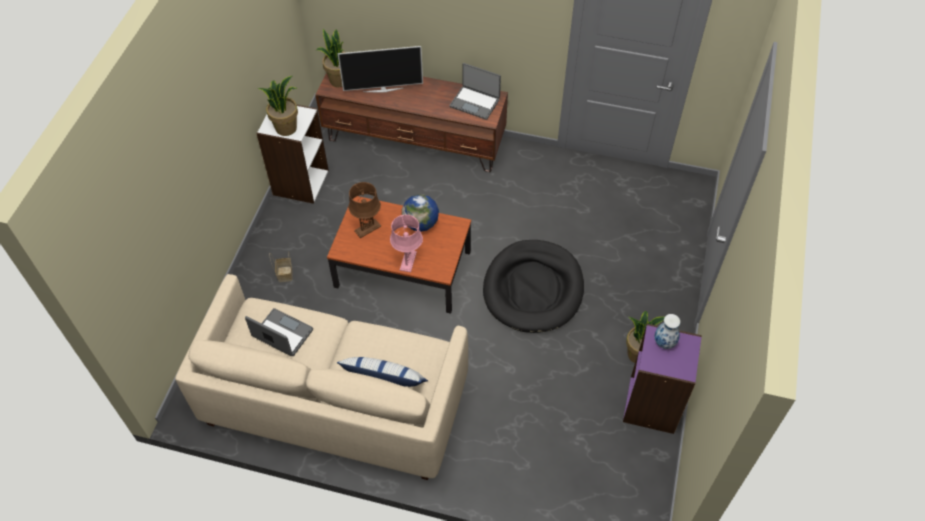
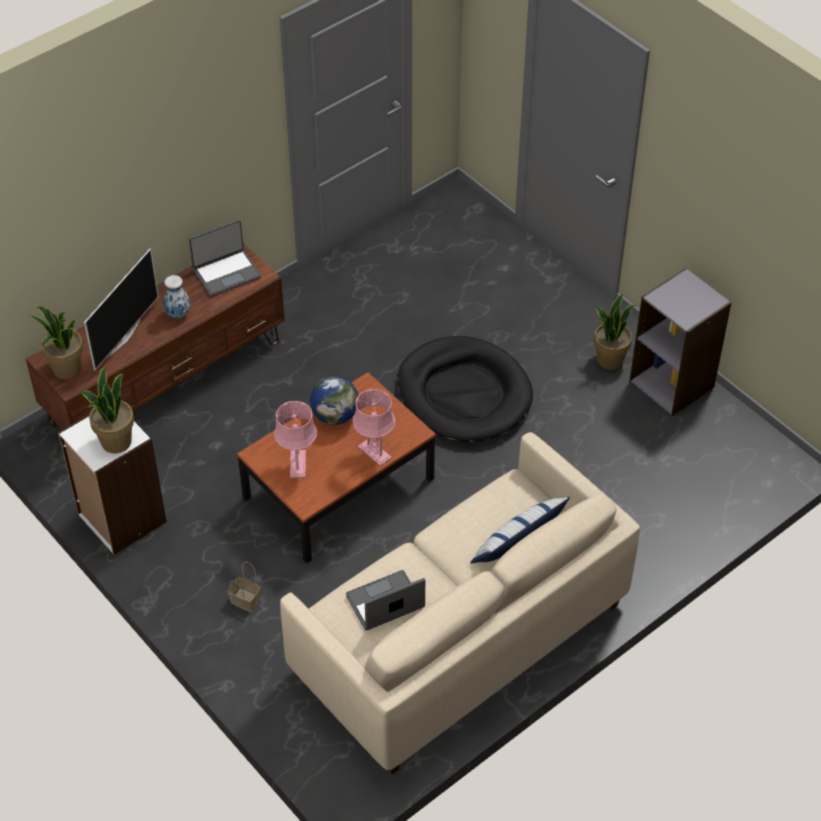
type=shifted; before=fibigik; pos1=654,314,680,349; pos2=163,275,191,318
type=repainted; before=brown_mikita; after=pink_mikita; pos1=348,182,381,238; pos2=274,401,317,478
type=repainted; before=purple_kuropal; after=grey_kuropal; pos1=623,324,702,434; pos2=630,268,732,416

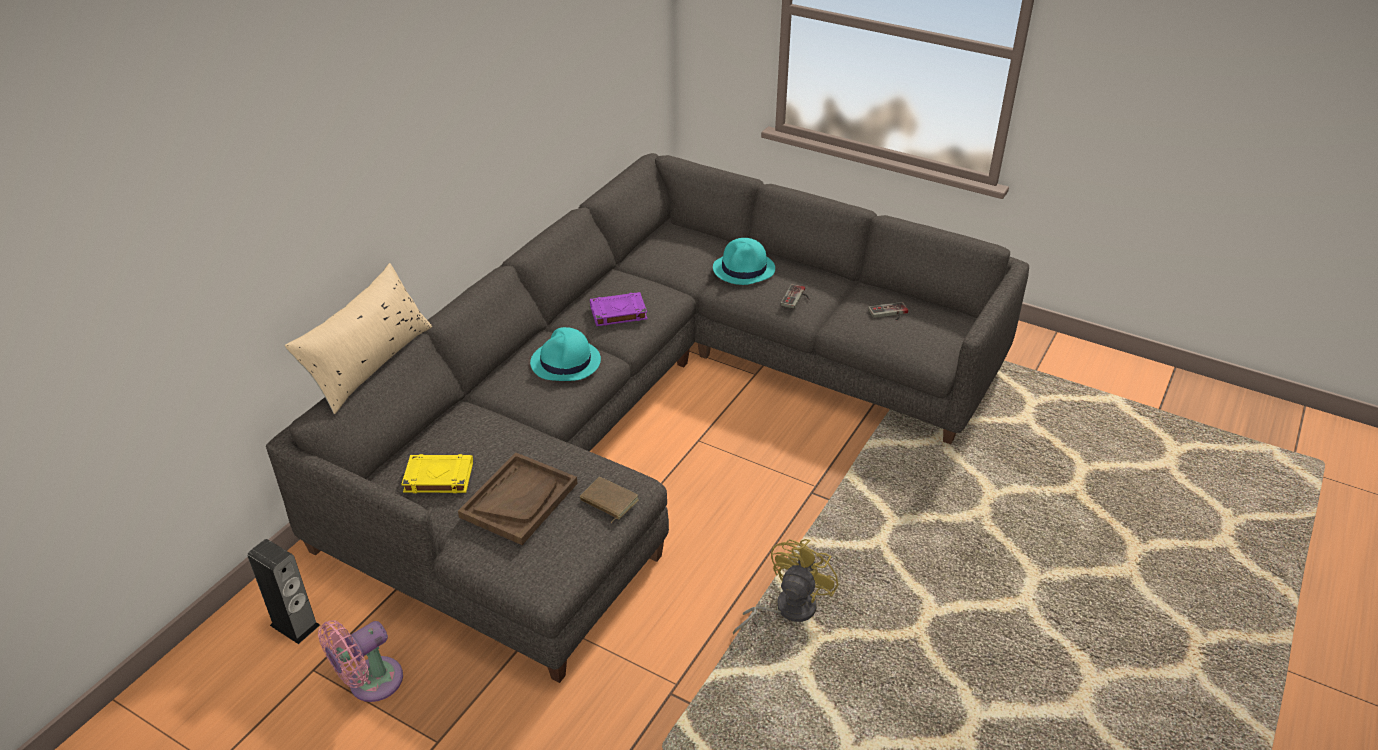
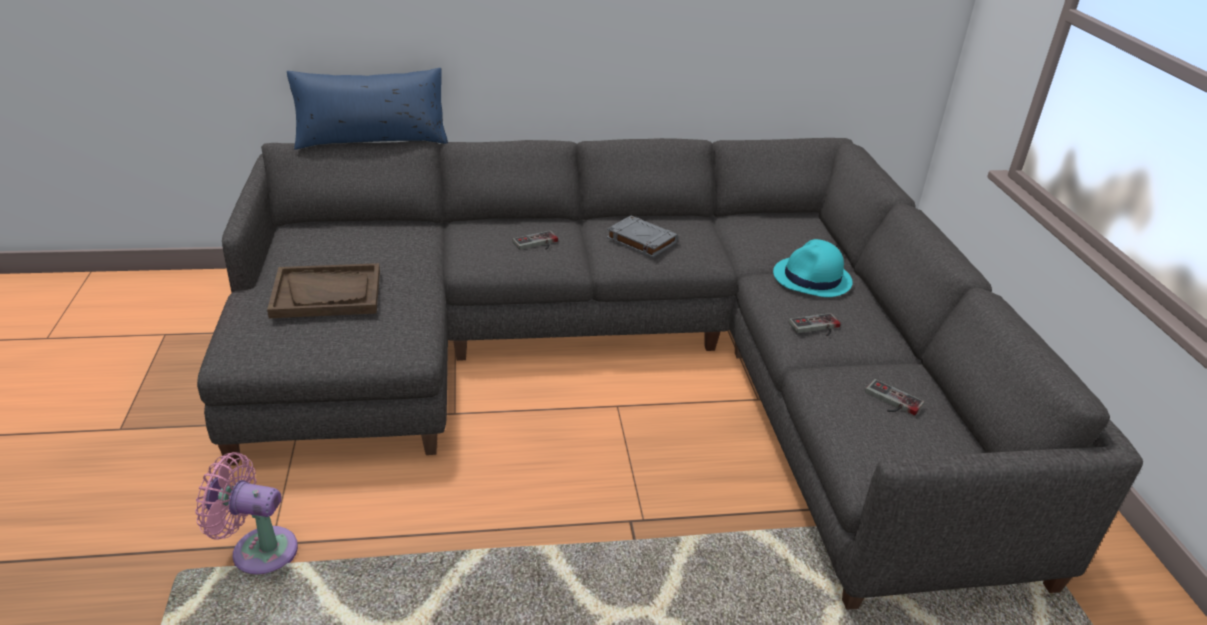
type=shifted; before=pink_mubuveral; pos1=318,620,403,702; pos2=195,452,298,574
type=repainted; before=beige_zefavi; after=blue_zefavi; pos1=285,263,432,414; pos2=287,68,448,150
type=swapped; before=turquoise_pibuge; after=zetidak; pos1=530,327,601,381; pos2=512,231,558,250
type=repainted; before=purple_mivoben; after=grey_mivoben; pos1=590,292,647,326; pos2=606,216,678,258
type=gone; before=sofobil; pos1=247,539,320,644
type=gone; before=yellow_mivoben; pos1=401,454,473,493
type=gone; before=brown_mivoben; pos1=580,477,639,523
type=gone; before=yellow_mubuveral; pos1=733,539,839,635

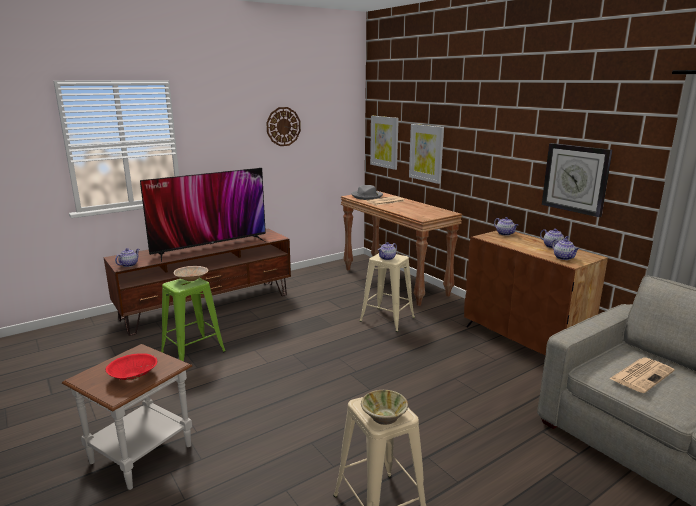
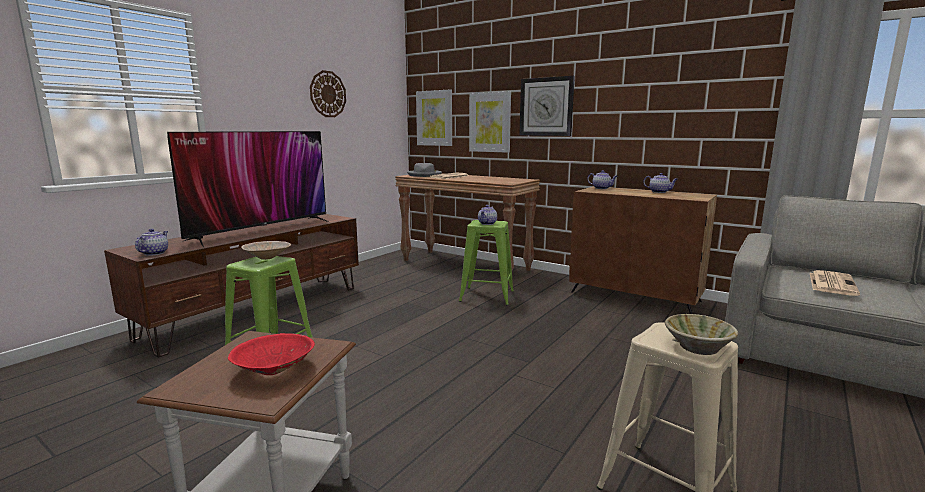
type=repainted; before=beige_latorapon; after=green_latorapon; pos1=360,253,415,332; pos2=459,220,514,306
type=shifted; before=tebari; pos1=542,143,612,217; pos2=519,76,575,136
type=gone; before=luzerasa; pos1=552,239,579,260

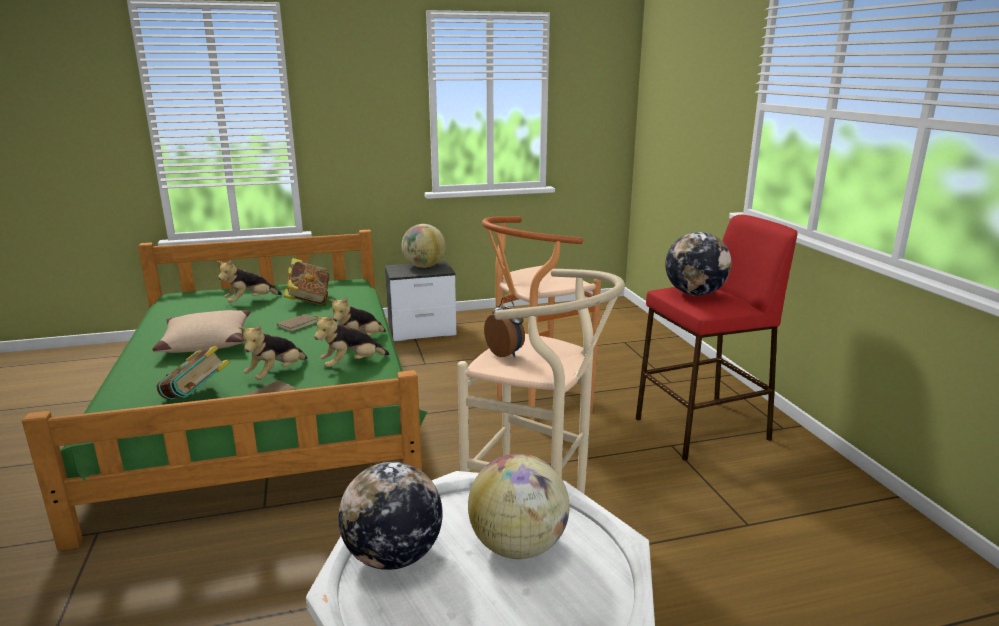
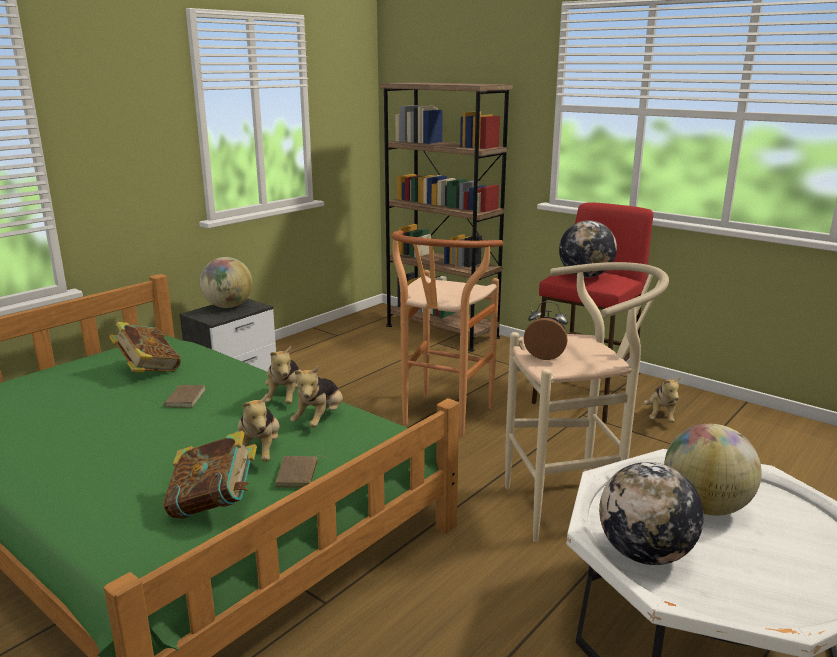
type=new; after=brown_kuropal; pos2=380,82,513,352
type=shifted; before=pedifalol; pos1=217,260,282,303; pos2=643,376,681,423
type=gone; before=beige_zefavi; pos1=152,310,251,353

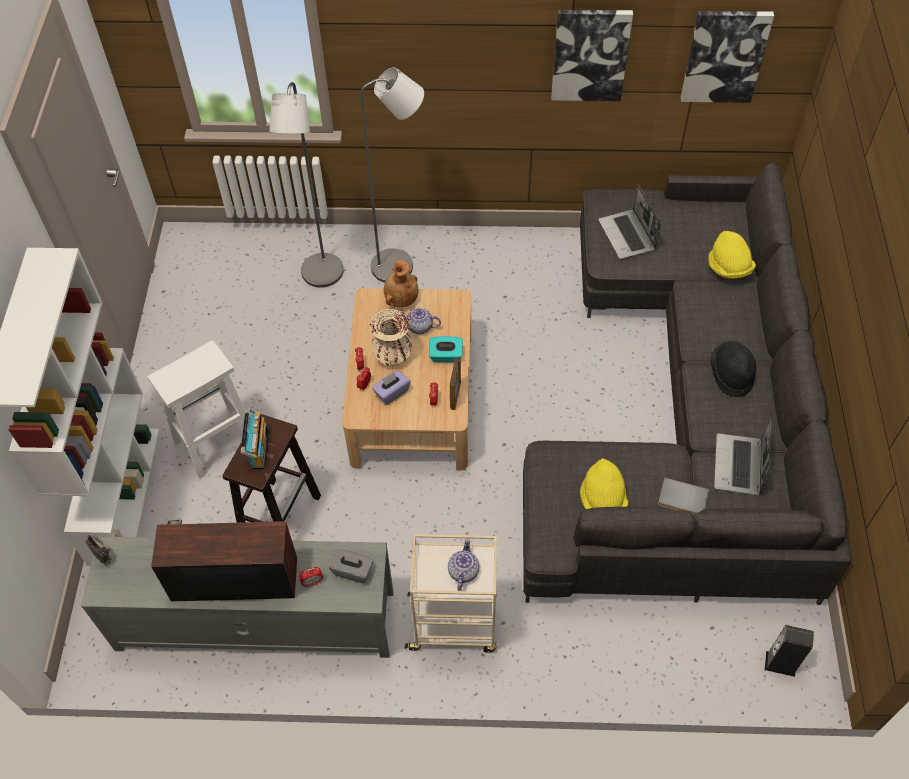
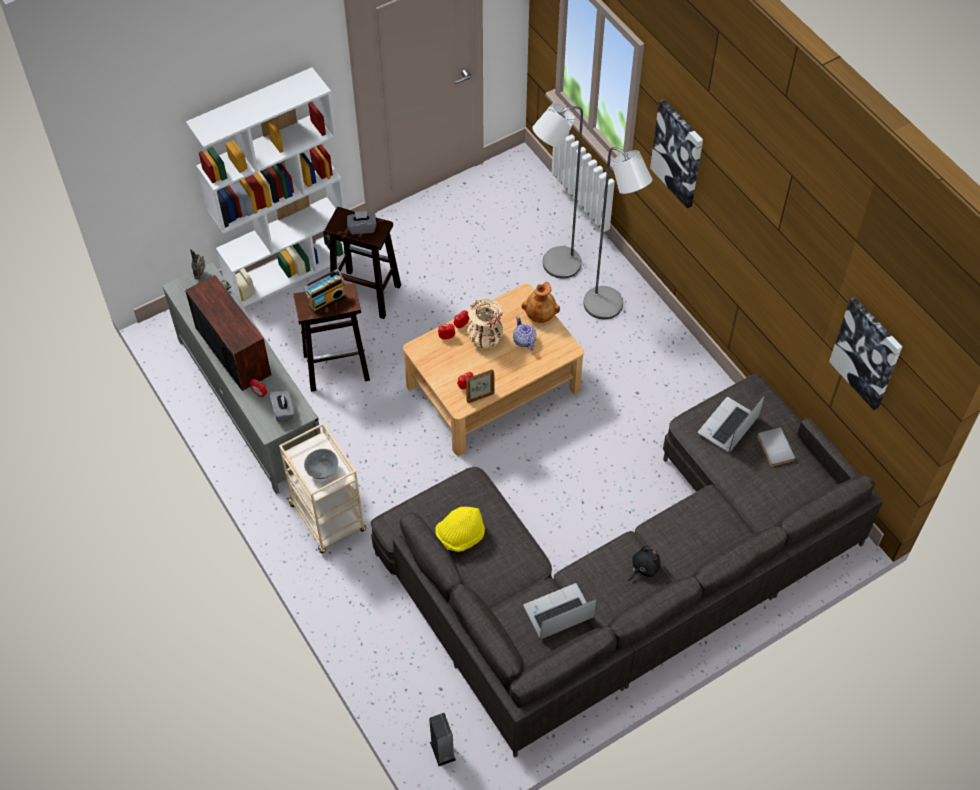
type=swapped; before=luzerasa; after=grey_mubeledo; pos1=448,538,479,591; pos2=304,449,338,479
type=repainted; before=white_latorapon; after=brown_latorapon; pos1=147,340,249,479; pos2=324,207,401,319
type=new; after=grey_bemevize; pos2=347,211,376,234
type=swapped; before=black_pibuge; after=black_pedifalol; pos1=710,341,756,397; pos2=628,545,661,581
type=shifted; before=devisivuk; pos1=551,10,633,101; pos2=650,99,703,208
type=shifted; before=grey_mivoben; pos1=658,477,709,515; pos2=757,427,796,467
type=gone; before=purple_bemevize; pos1=372,370,411,405
type=gone; before=turquoise_bemevize; pos1=429,336,463,362
type=gone; before=yellow_pibuge; pos1=708,231,756,279

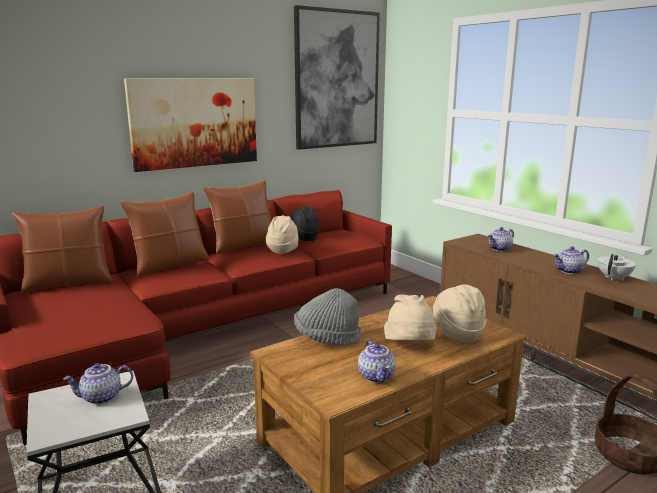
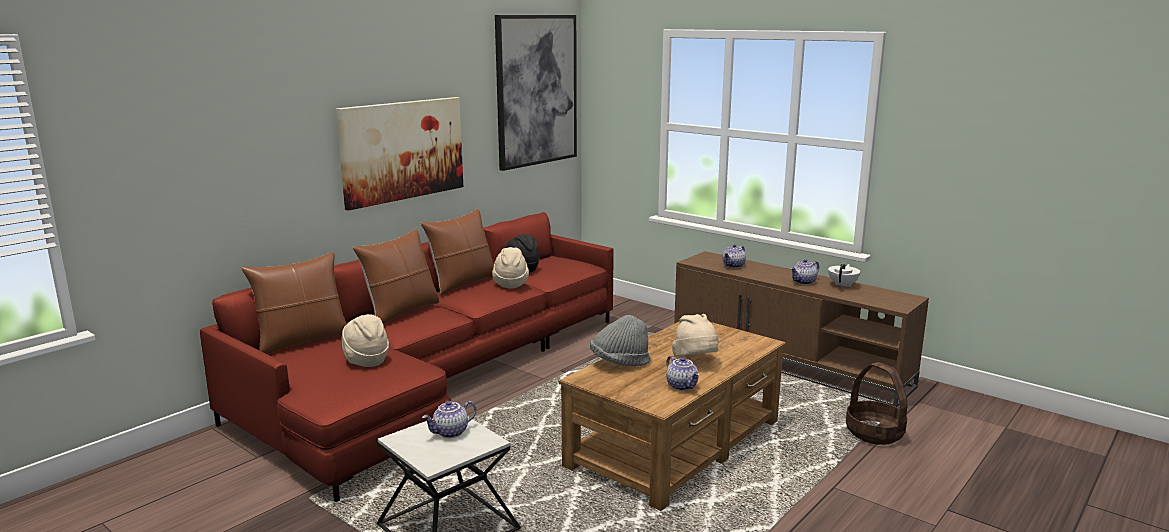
type=shifted; before=beige_pibuge; pos1=433,285,486,343; pos2=341,314,389,367

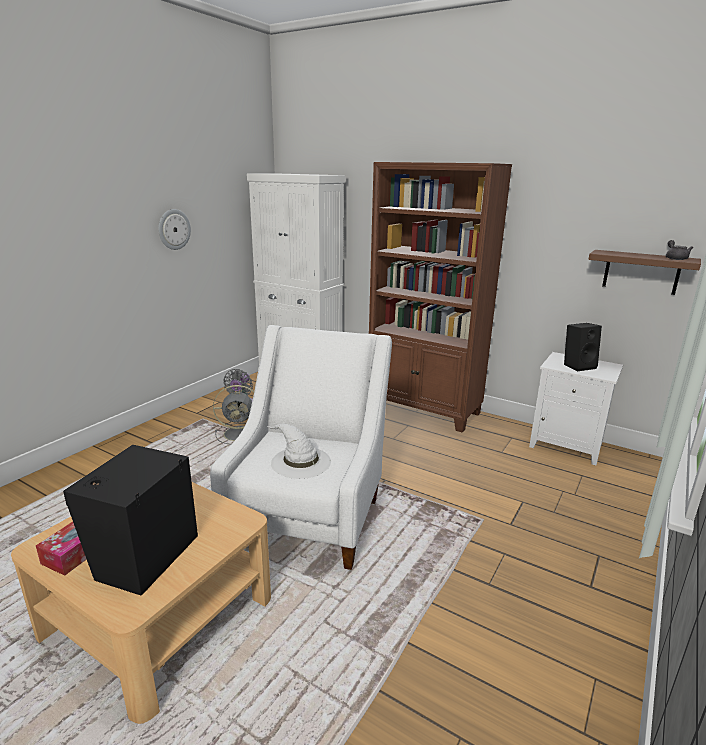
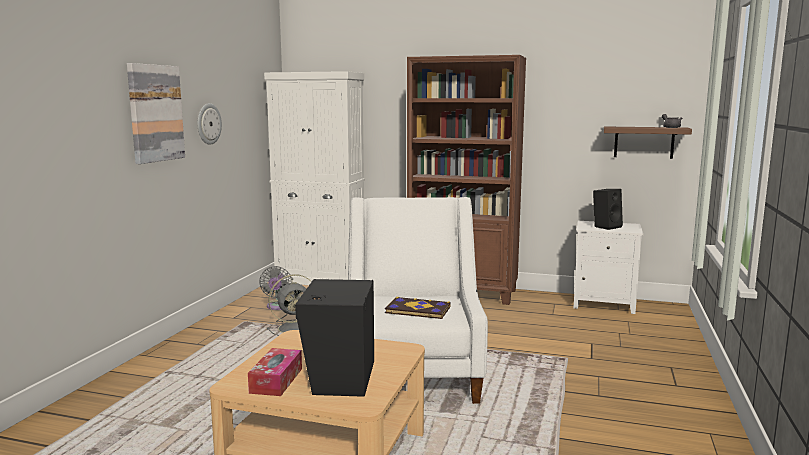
type=new; after=devisivuk; pos2=127,63,185,164
type=swapped; before=white_pibuge; after=mivoben; pos1=266,423,331,479; pos2=385,297,451,319

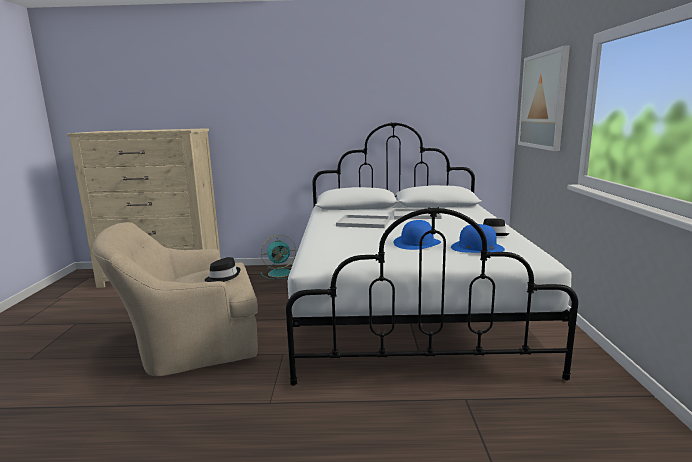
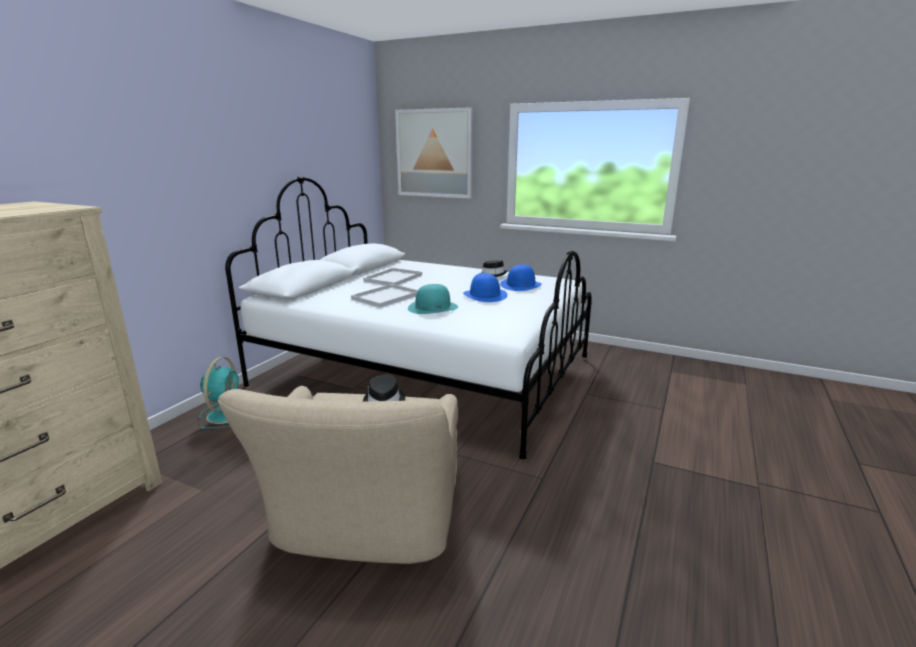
type=new; after=turquoise_pibuge; pos2=408,284,458,314

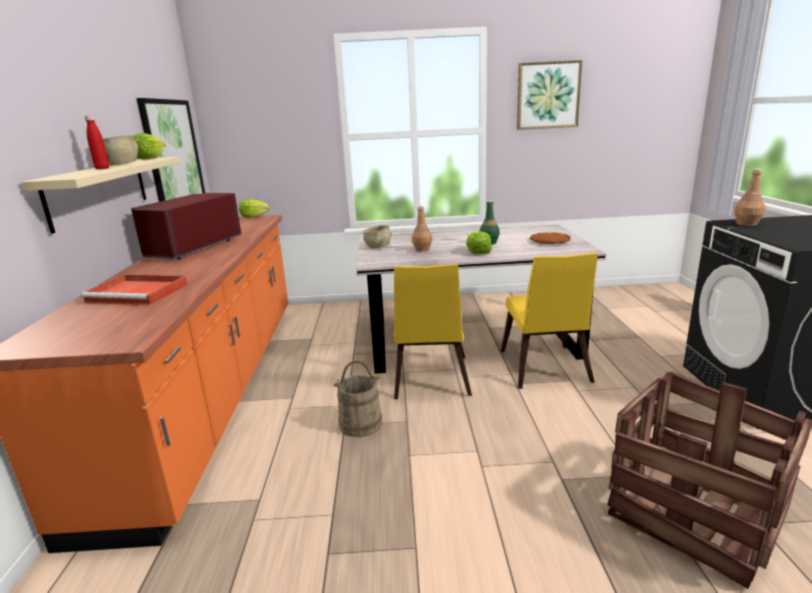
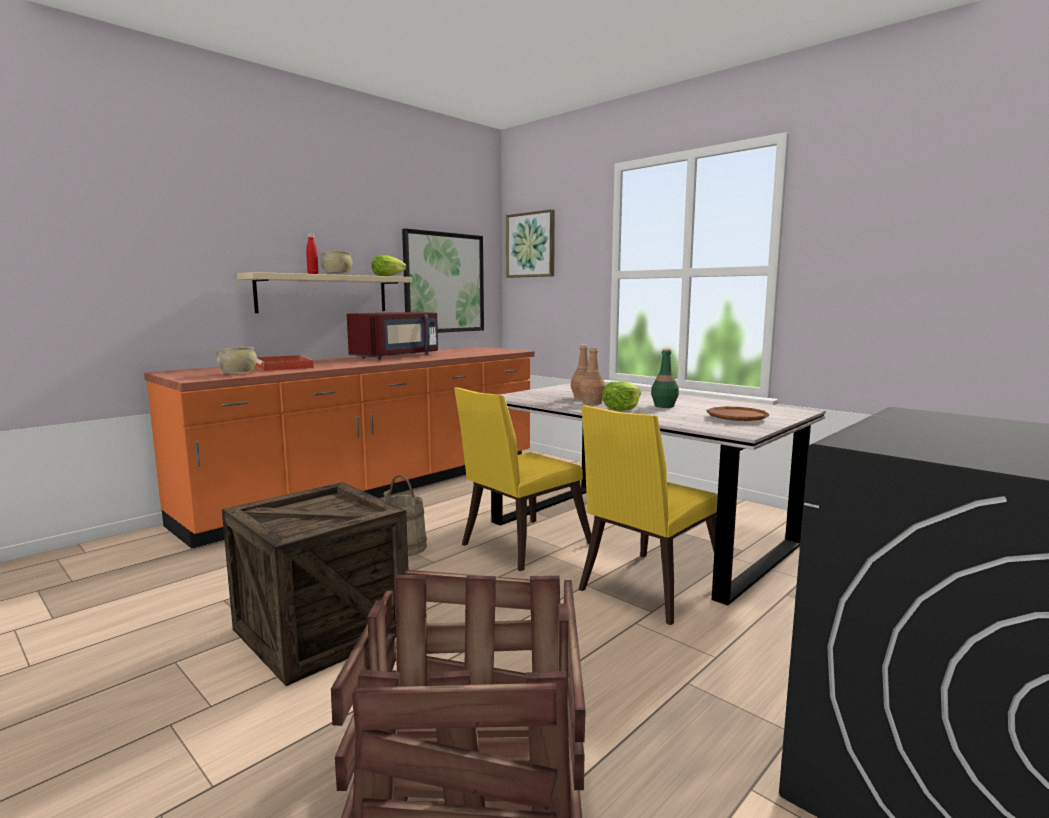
type=shifted; before=beige_mubeledo; pos1=363,225,391,249; pos2=216,347,257,374
type=new; after=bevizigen; pos2=222,482,408,686
type=rotated; before=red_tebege; pos1=131,193,241,260; pos2=347,312,438,360; turn=150
type=shifted; before=devisivuk; pos1=517,60,582,130; pos2=506,209,555,278
type=shifted; before=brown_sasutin; pos1=734,169,765,226; pos2=580,347,606,405
type=gone; before=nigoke; pos1=239,199,270,218

